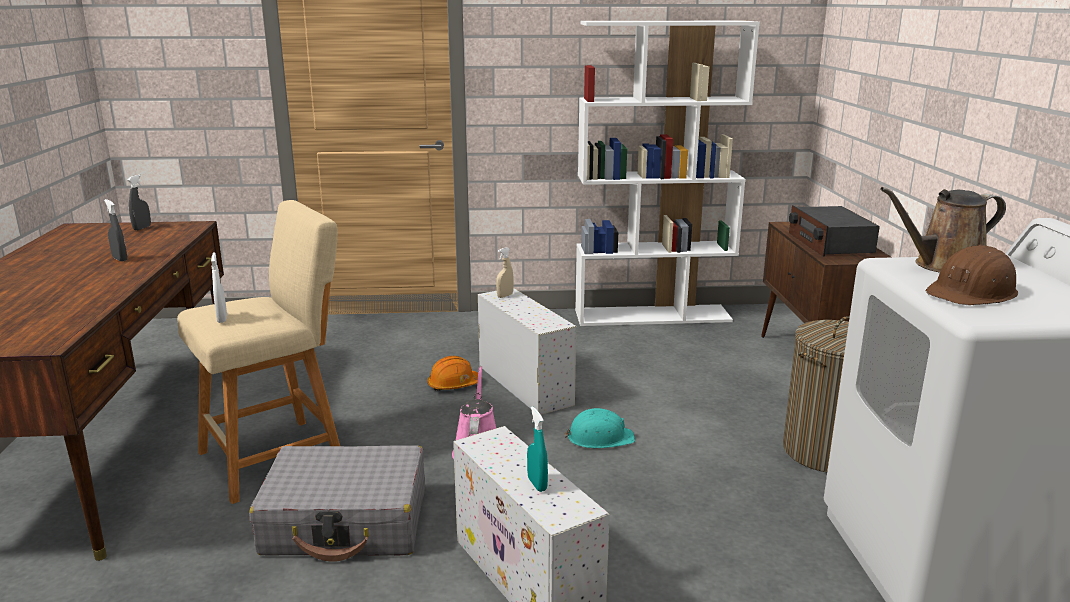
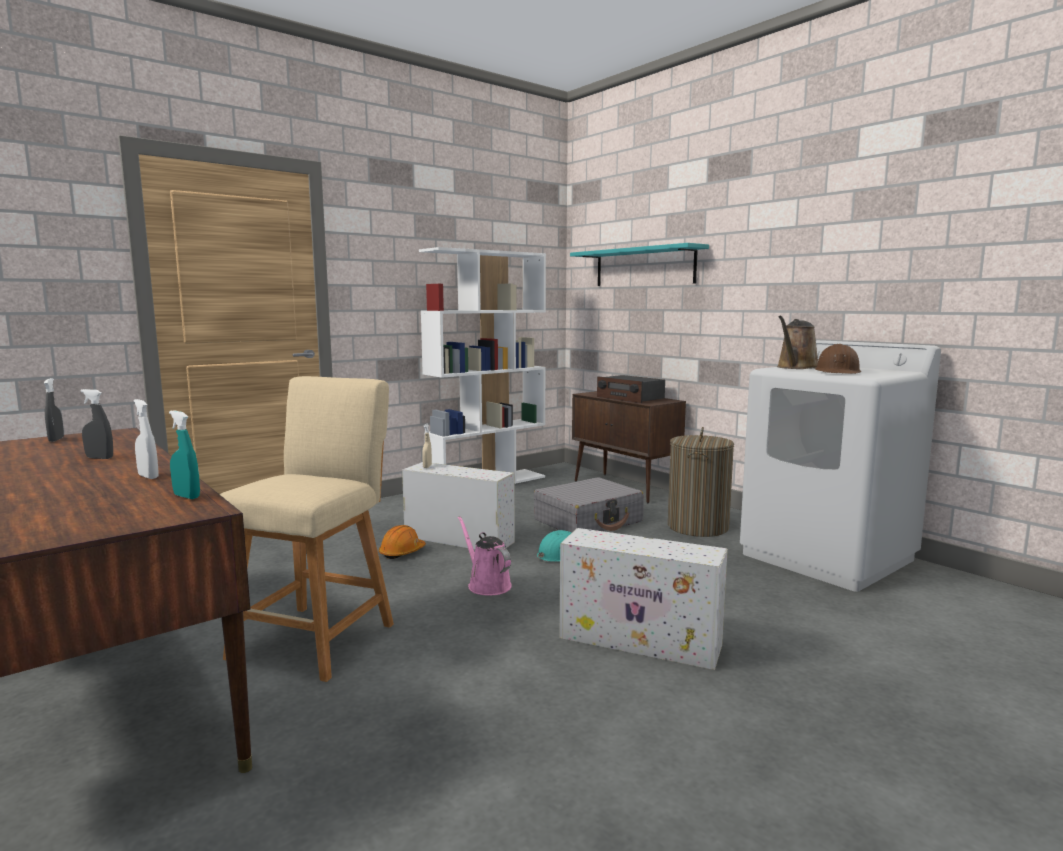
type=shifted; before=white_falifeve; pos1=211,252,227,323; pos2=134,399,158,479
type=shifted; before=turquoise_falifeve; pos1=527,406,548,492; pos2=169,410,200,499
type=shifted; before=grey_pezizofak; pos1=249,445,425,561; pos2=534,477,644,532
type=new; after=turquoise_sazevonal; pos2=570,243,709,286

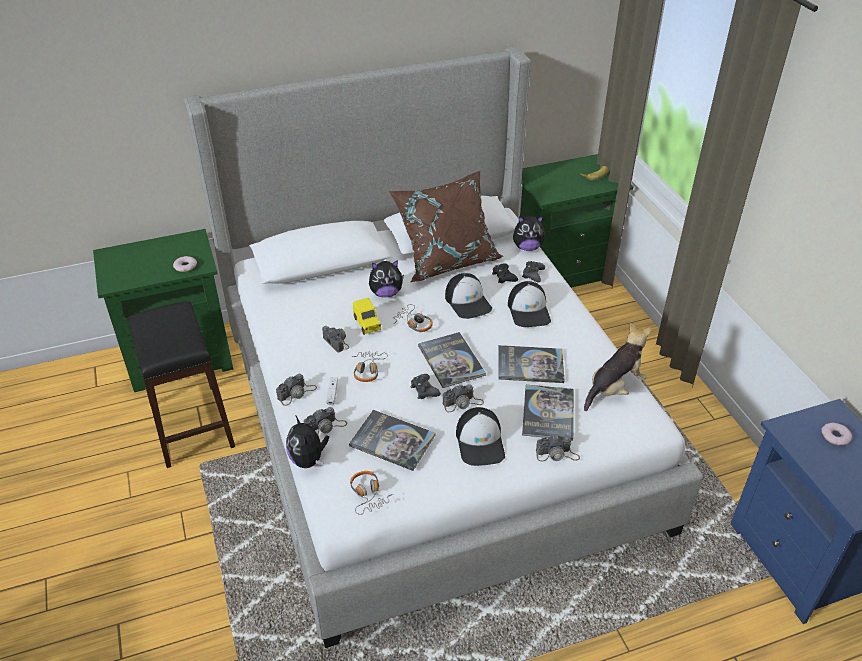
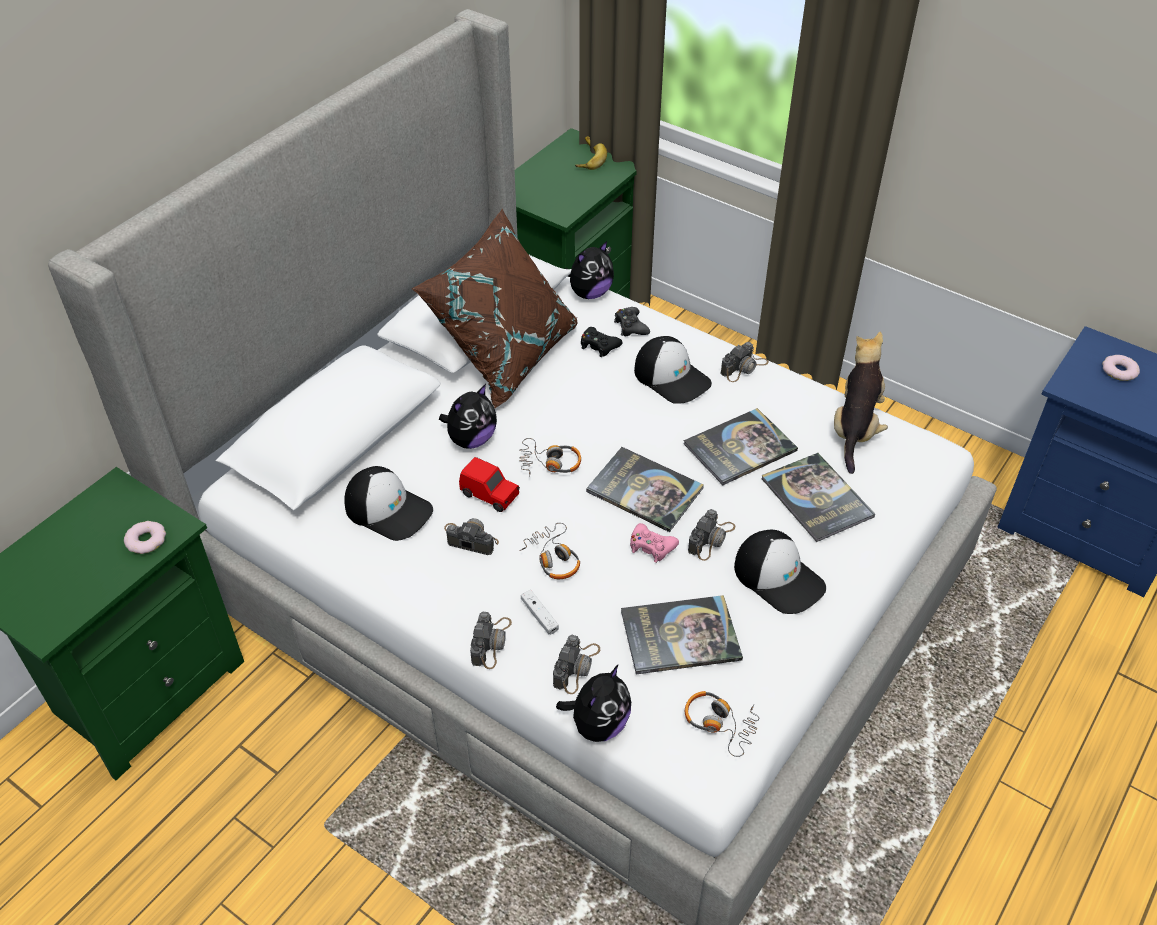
type=shifted; before=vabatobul; pos1=445,273,492,319; pos2=344,466,433,541
type=repainted; before=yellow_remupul; after=red_remupul; pos1=353,298,381,335; pos2=459,457,520,512
type=rotated; before=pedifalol; pos1=286,415,329,468; pos2=556,664,631,742; turn=-90
type=repainted; before=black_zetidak; after=pink_zetidak; pos1=411,374,441,399; pos2=630,523,679,563
type=shifted; before=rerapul; pos1=536,435,580,461; pos2=720,342,769,382
type=gone; before=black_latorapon; pos1=128,301,235,468

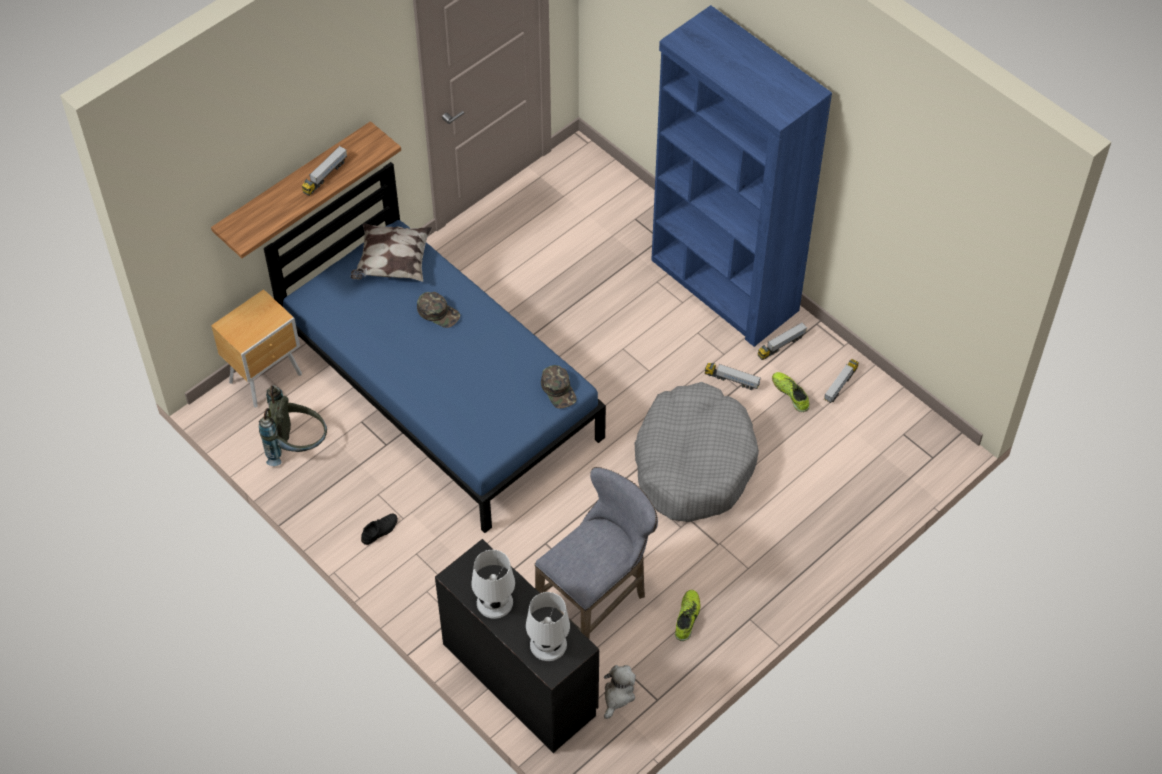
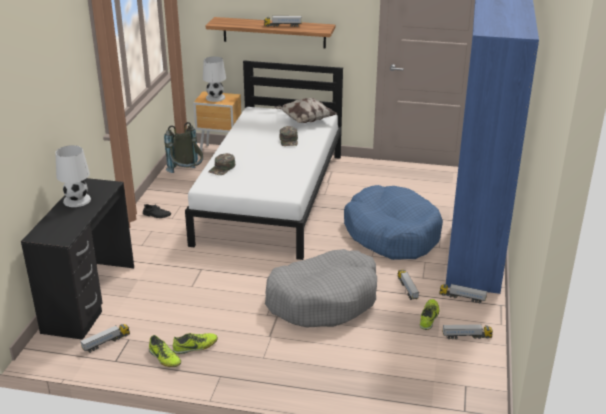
type=swapped; before=pedifalol; after=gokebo; pos1=604,665,636,719; pos2=80,324,130,353
type=new; after=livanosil; pos2=149,335,181,367
type=repainted; before=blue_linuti; after=white_linuti; pos1=264,162,606,533; pos2=185,60,343,260
type=shifted; before=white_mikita; pos1=526,592,570,661; pos2=203,56,226,102
type=shifted; before=green_vabatobul; pos1=541,365,577,409; pos2=209,153,235,175
type=new; after=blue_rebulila; pos2=344,185,443,260
type=gone; before=grey_latorapon; pos1=535,467,658,639

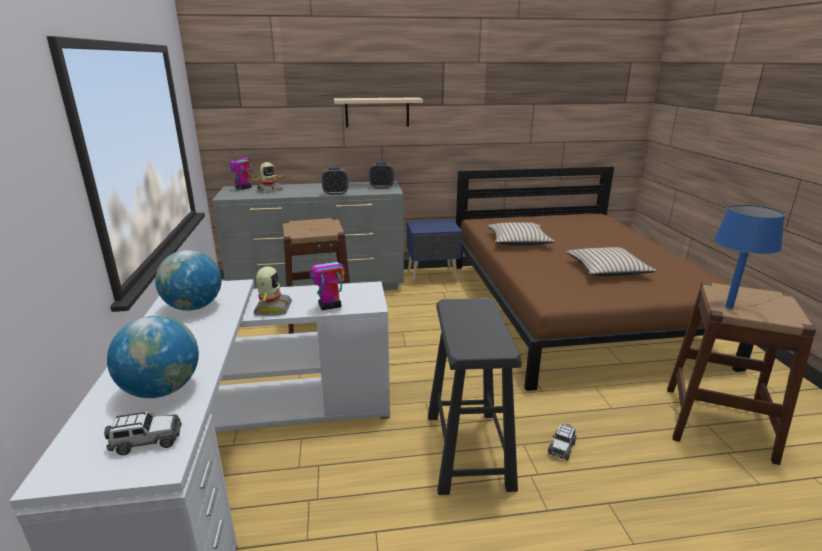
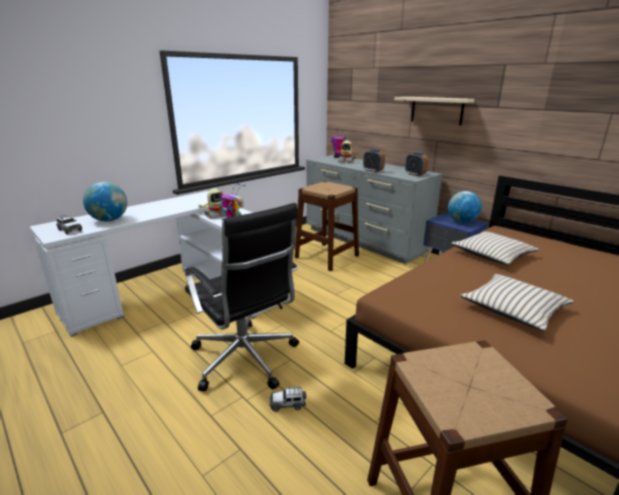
type=swapped; before=black_latorapon; after=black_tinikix; pos1=428,298,522,495; pos2=185,203,299,392
type=shifted; before=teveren; pos1=155,250,222,311; pos2=448,191,482,223
type=gone; before=blue_mikita; pos1=714,205,785,309

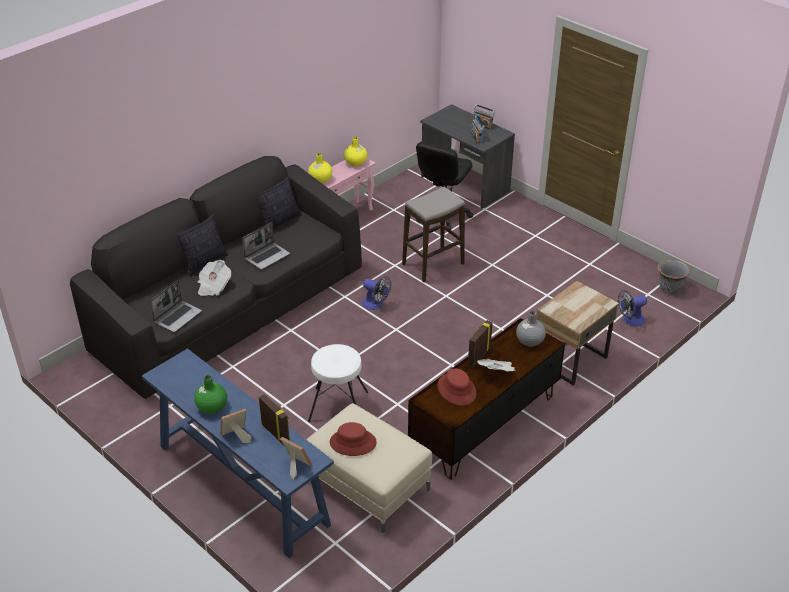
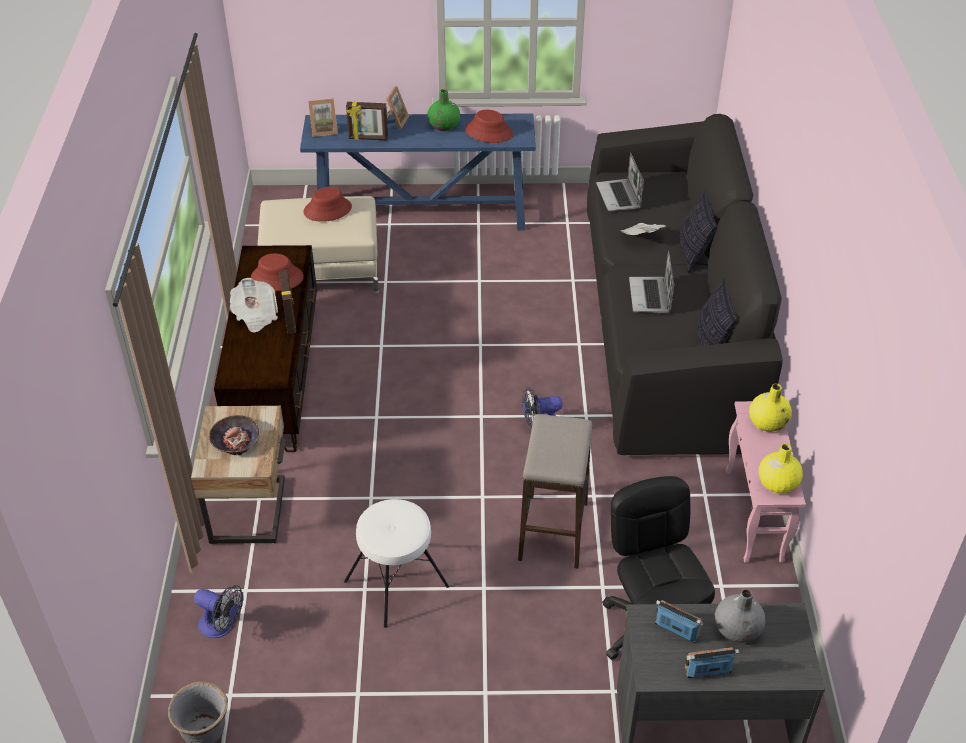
type=rotated; before=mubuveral; pos1=618,290,647,326; pos2=194,585,243,638; turn=90
type=new; after=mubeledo; pos2=209,415,261,455
type=shifted; before=white_latorapon; pos1=308,344,368,422; pos2=344,499,449,628
type=new; after=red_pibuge; pos2=465,110,513,143
type=shifted; before=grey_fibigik; pos1=516,311,546,347; pos2=715,589,765,643

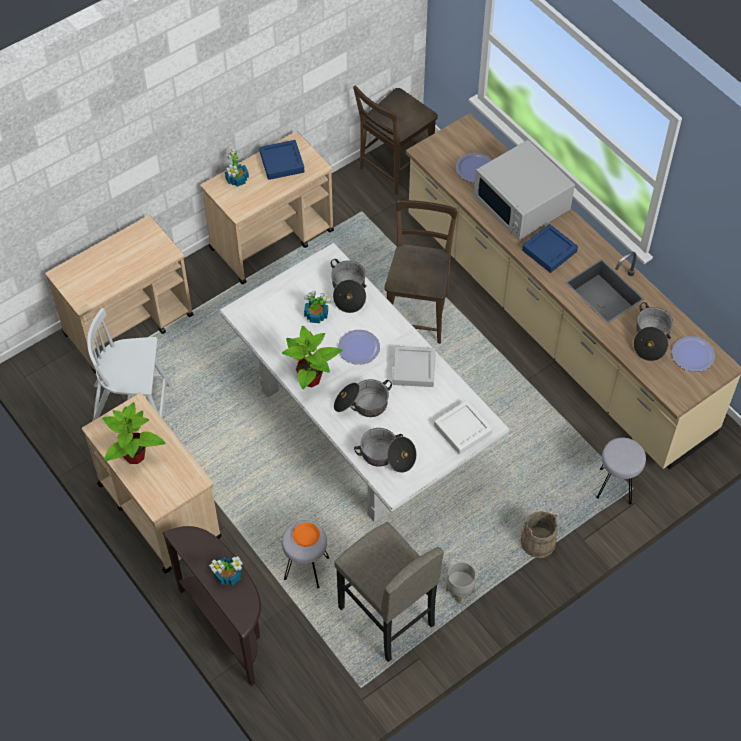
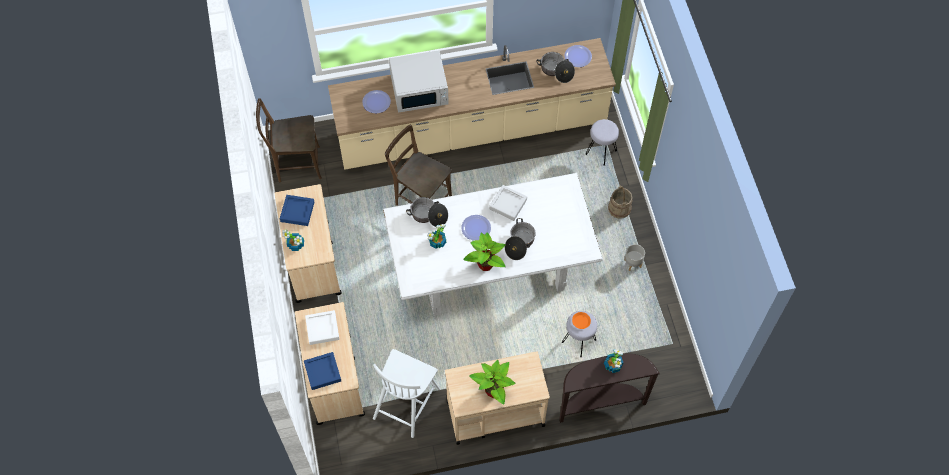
type=rotated; before=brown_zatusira; pos1=353,86,438,195; pos2=256,98,322,182; turn=105
type=shifted; before=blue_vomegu; pos1=522,224,578,273; pos2=304,352,341,390
type=shifted; before=white_vomegu; pos1=434,400,493,455; pos2=305,310,339,345
type=gone; before=grey_latorapon; pos1=334,522,444,662
type=gone; before=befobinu; pos1=354,428,417,473

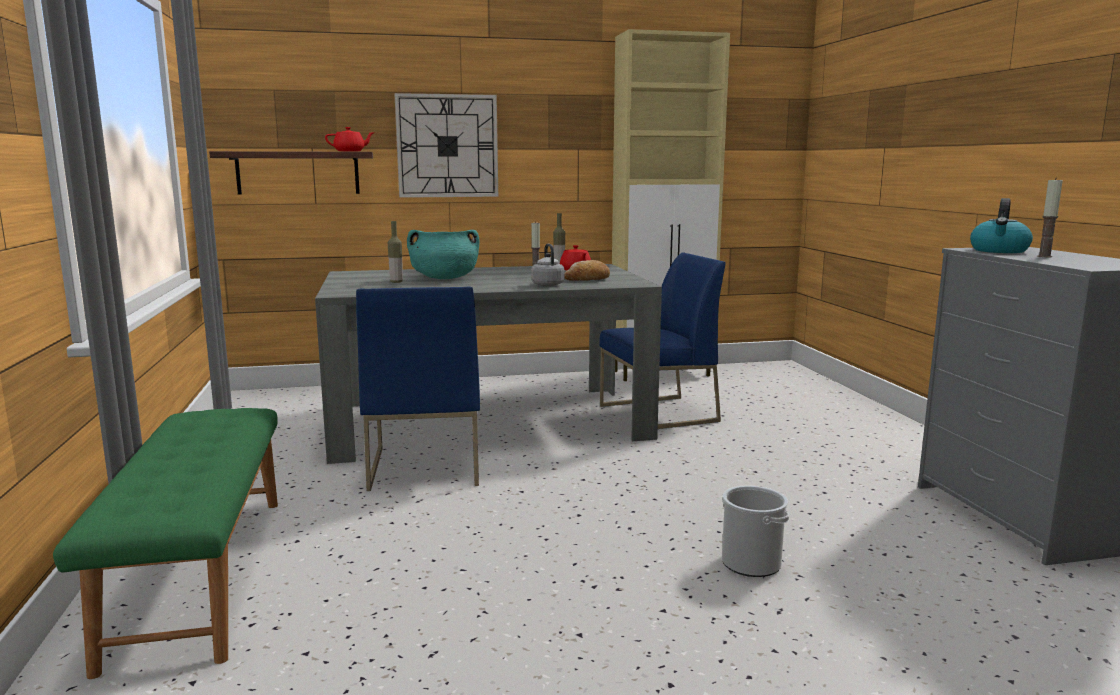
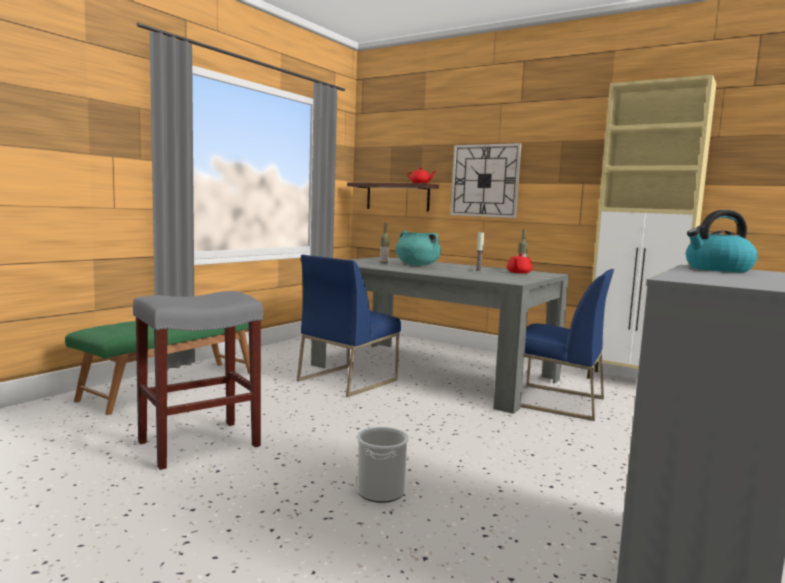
type=new; after=grey_latorapon; pos2=133,291,263,470
type=gone; before=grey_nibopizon; pos1=531,244,564,286
type=gone; before=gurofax; pos1=564,260,610,281
type=gone; before=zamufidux; pos1=1037,177,1063,257

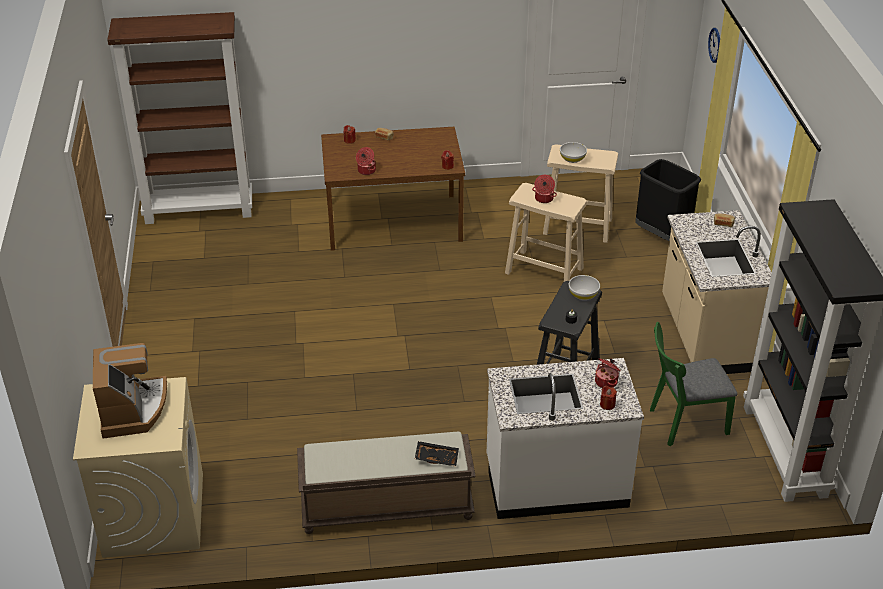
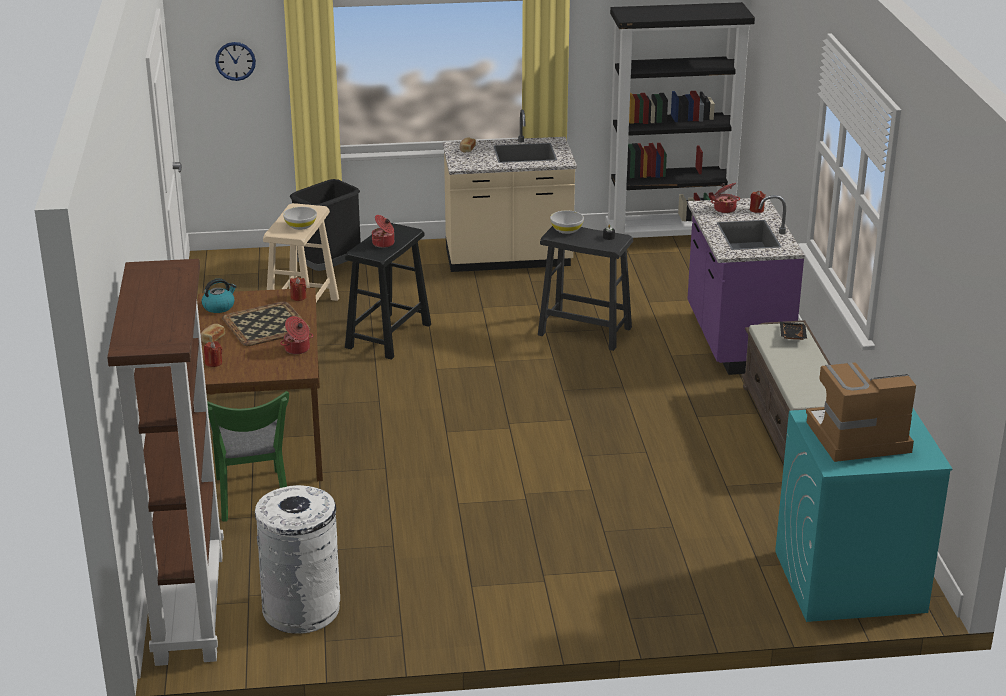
type=new; after=nibopizon; pos2=202,278,237,313
type=shifted; before=green_zatusira; pos1=650,322,737,446; pos2=207,391,289,522
type=new; after=vomegu; pos2=222,301,311,346
type=new; after=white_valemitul; pos2=255,485,340,634
type=repainted; before=beige_latorapon; after=black_latorapon; pos1=505,183,588,282; pos2=345,223,431,360
type=repainted; before=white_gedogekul; after=purple_gedogekul; pos1=487,358,644,519; pos2=687,195,805,375
type=repainted; before=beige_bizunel; after=turquoise_bizunel; pos1=73,377,203,558; pos2=775,408,953,622

